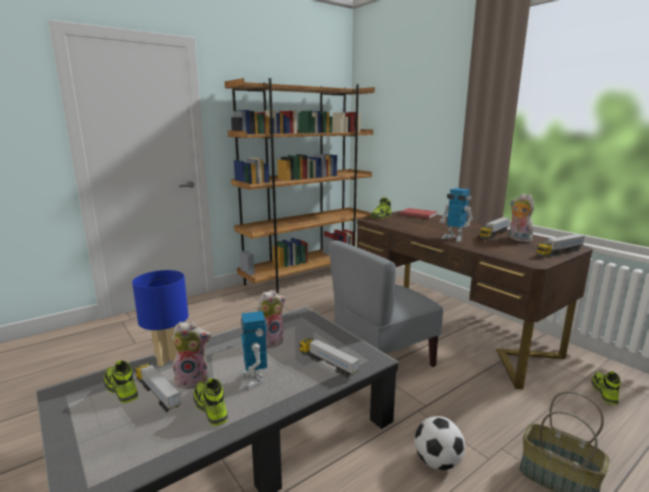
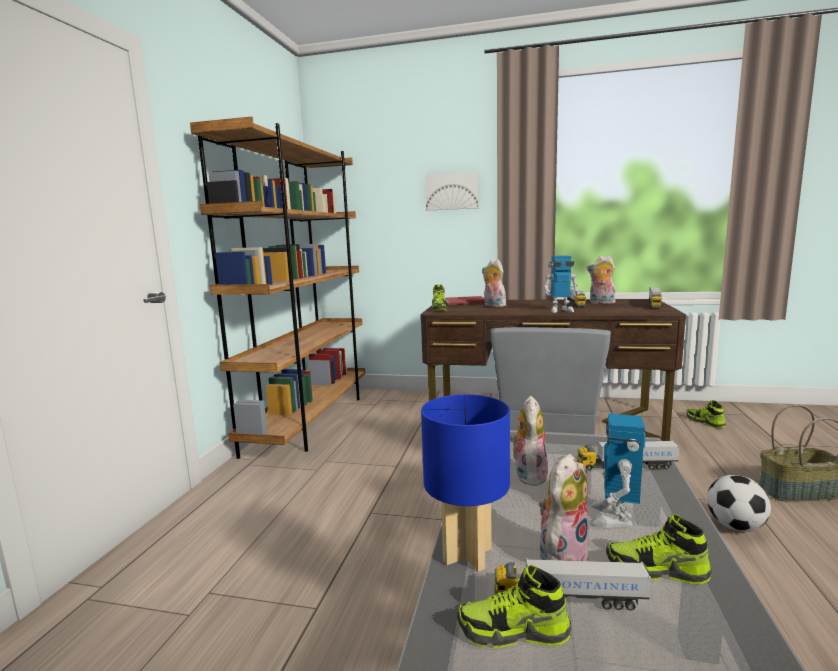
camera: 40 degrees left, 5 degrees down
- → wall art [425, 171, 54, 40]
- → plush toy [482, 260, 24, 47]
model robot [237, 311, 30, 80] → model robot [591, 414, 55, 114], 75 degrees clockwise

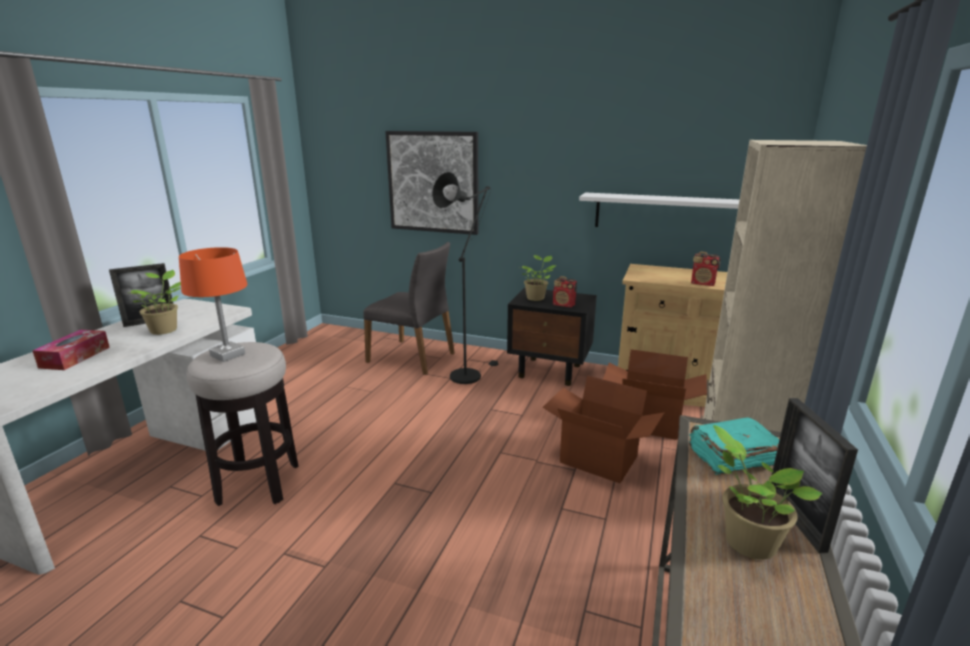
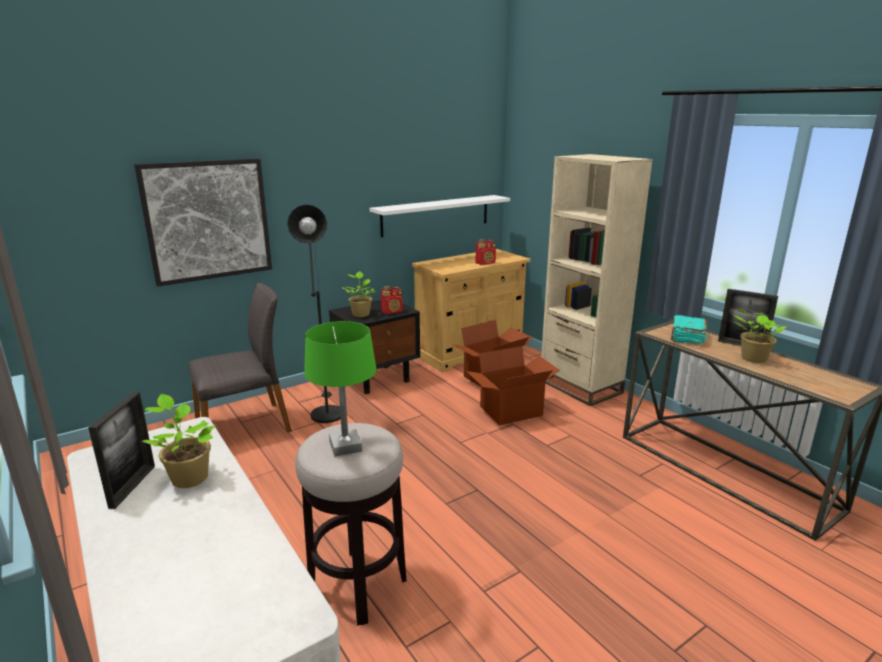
camera: 55 degrees left, 0 degrees up
orangey lamp for a table [179, 247, 69, 115] → greenish lamp for a table [304, 321, 72, 135]
tissue box [32, 330, 78, 40] → -

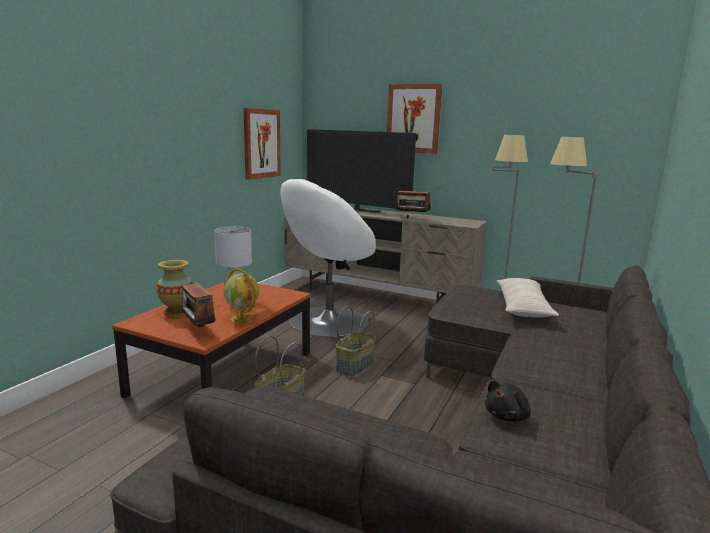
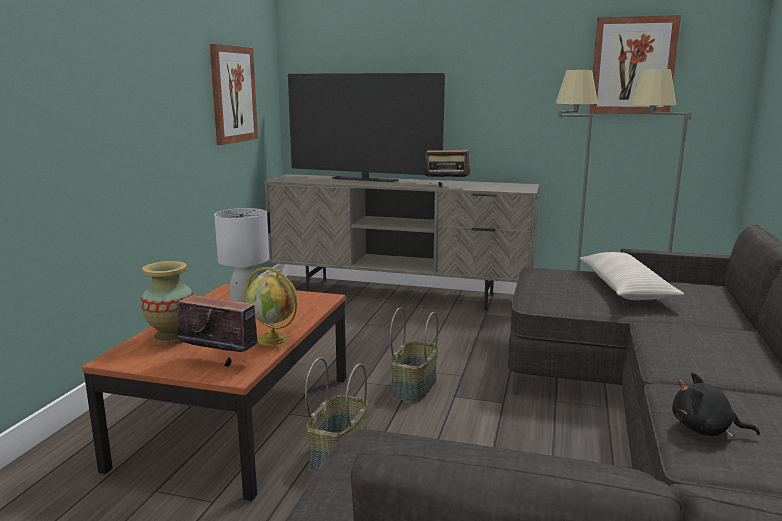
camera: 10 degrees left, 0 degrees up
radio receiver [182, 275, 34, 52] → radio receiver [176, 283, 82, 84], 150 degrees clockwise
wall art [387, 84, 55, 70] → wall art [590, 15, 91, 100], moved
blackish plush toy [485, 380, 46, 42] → blackish plush toy [672, 372, 88, 66], 75 degrees clockwise
white armchair [280, 179, 96, 158] → -

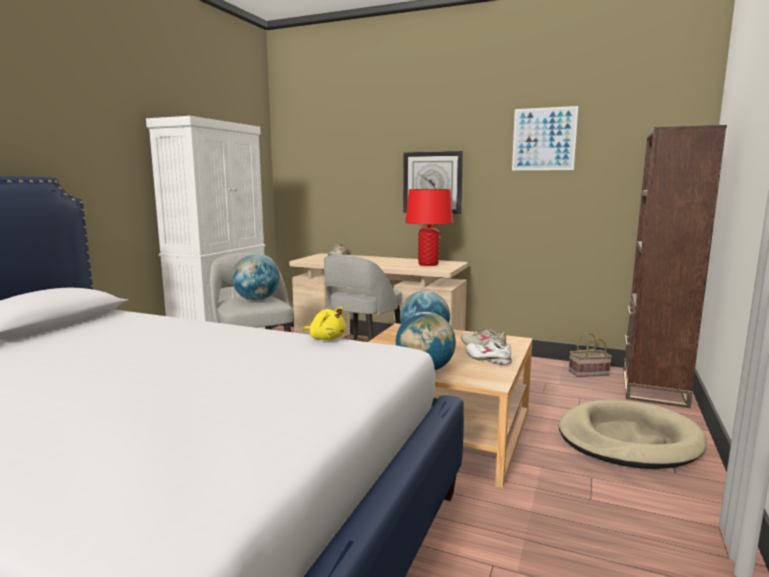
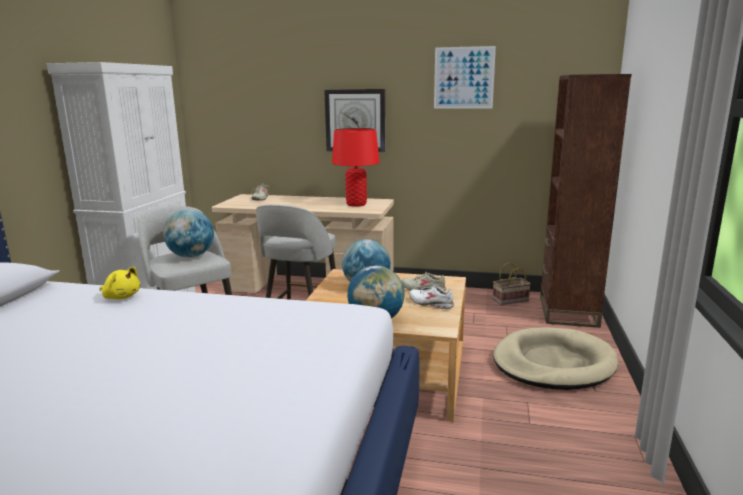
camera: 10 degrees left, 5 degrees up
yellowish plush toy [303, 307, 43, 33] → yellowish plush toy [99, 267, 41, 32], moved

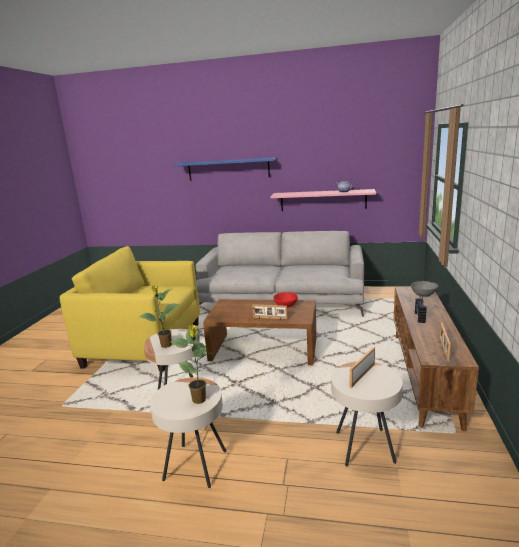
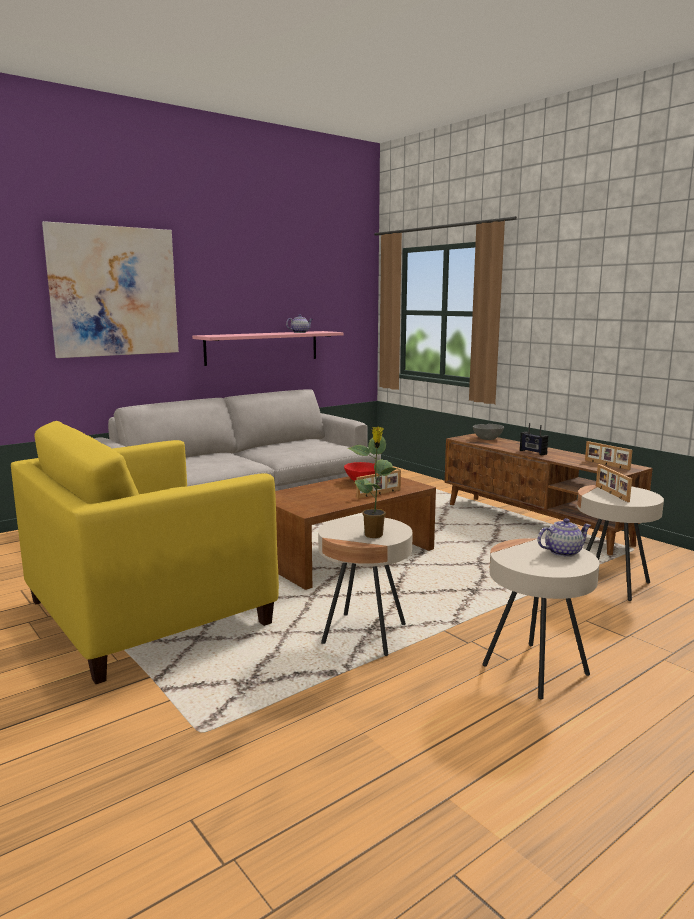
camera: 50 degrees left, 5 degrees down
bluish wall shelf [174, 157, 102, 24] → wall art [42, 221, 137, 137]
houseplant [170, 325, 44, 79] → teapot [538, 518, 54, 39]

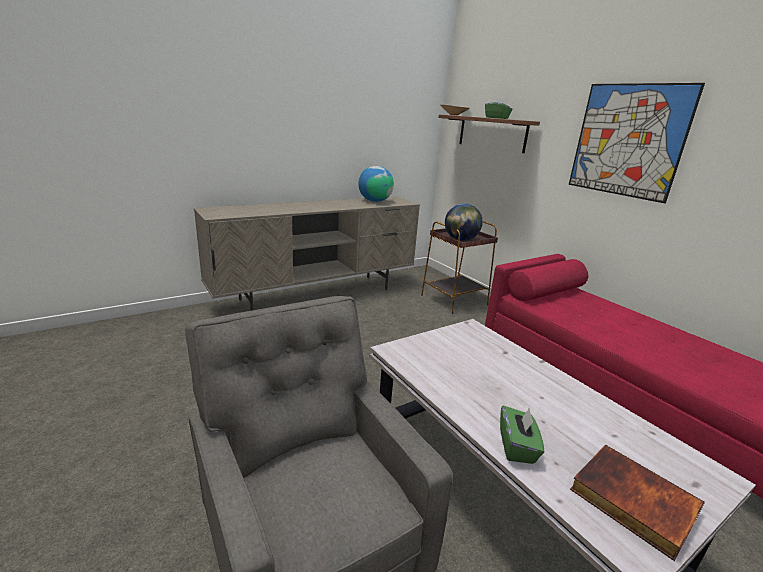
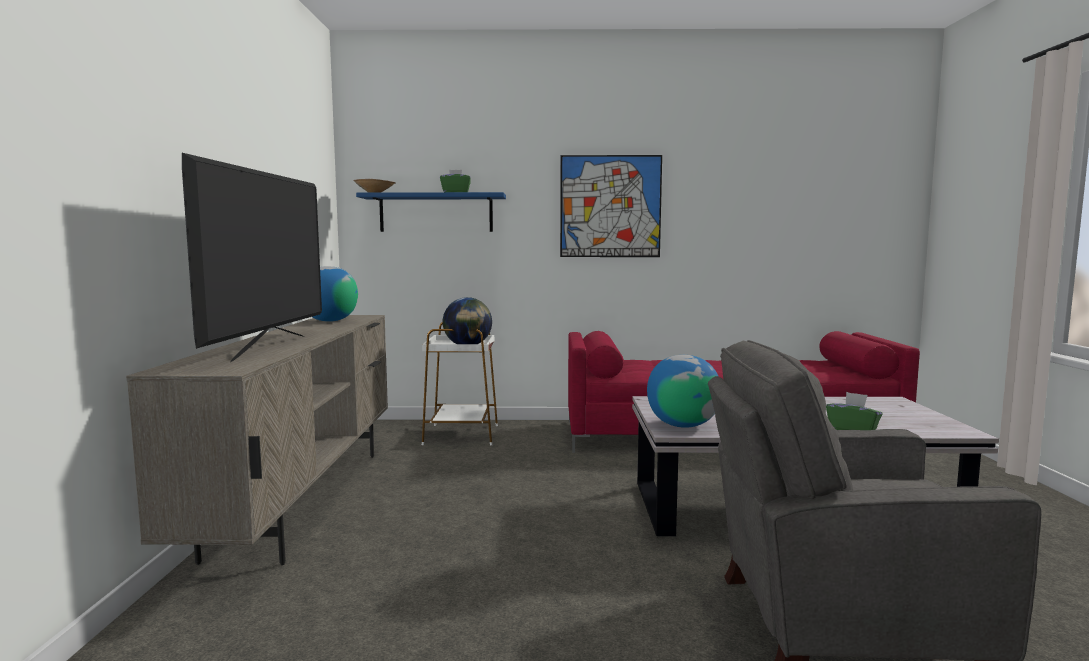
camera: 55 degrees left, 15 degrees down
- → television [182, 153, 140, 209]
brown wall shelf [438, 115, 102, 38] → bluish wall shelf [356, 192, 150, 40]
brown end table [421, 221, 77, 93] → white end table [422, 322, 76, 123]
- → globe [647, 355, 71, 73]
bound book [570, 445, 135, 116] → -

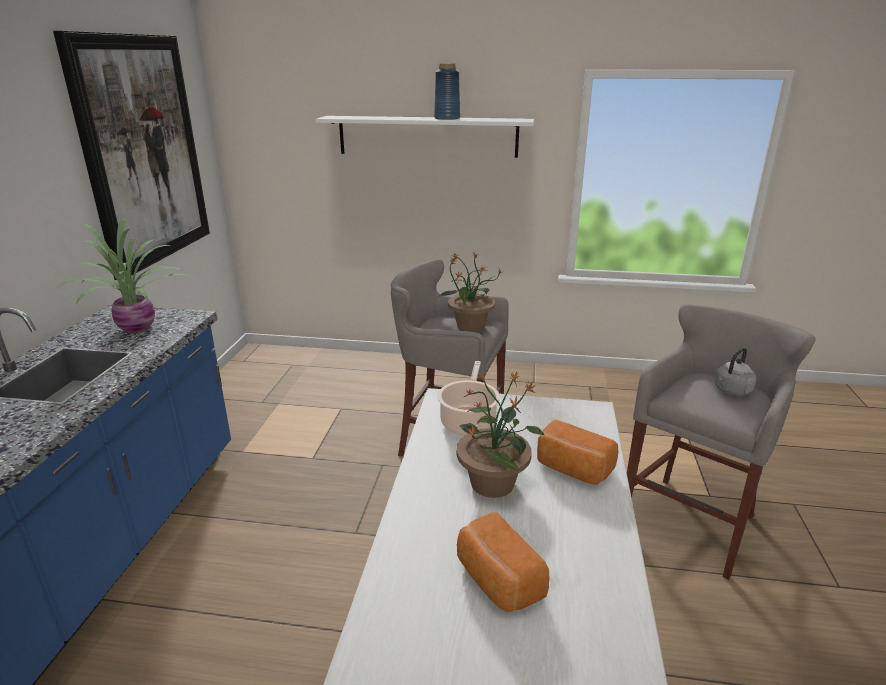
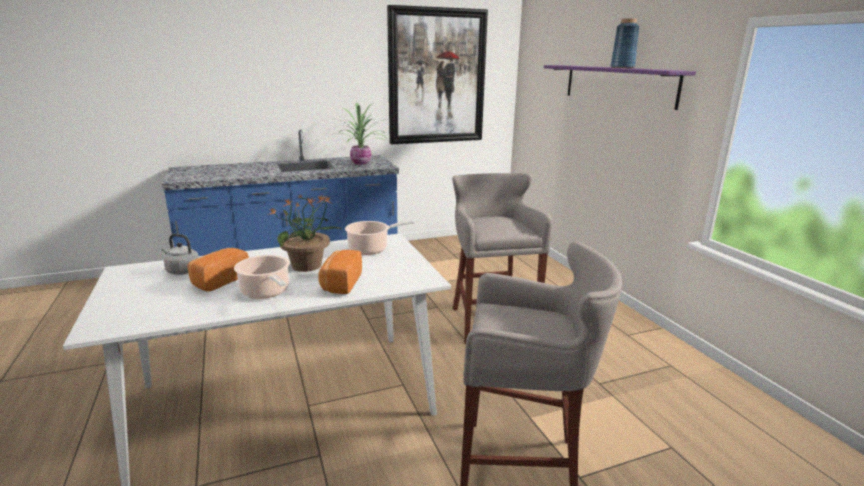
camera: 60 degrees right, 5 degrees down
grey tea kettle [715, 348, 41, 48] → grey tea kettle [162, 234, 37, 41], moved
- → stockpot [234, 255, 56, 44]
white wall shelf [315, 116, 219, 42] → purple-coloured wall shelf [544, 65, 152, 45]
houseplant [438, 253, 64, 79] → -

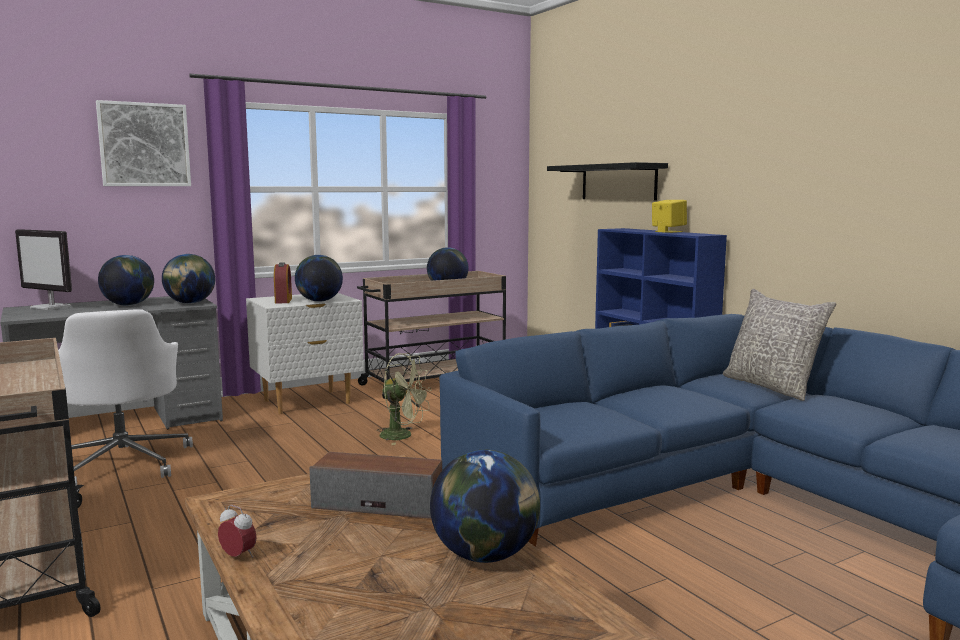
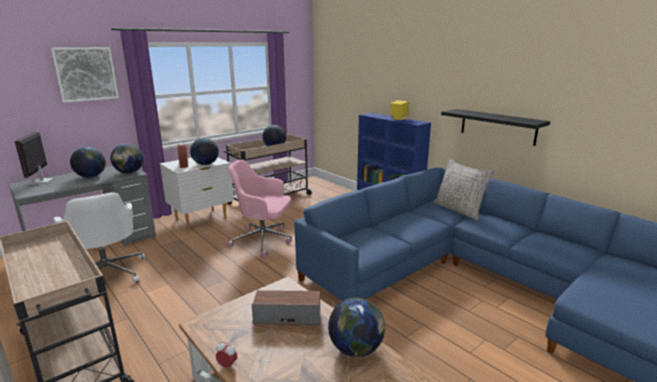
camera: 10 degrees left, 10 degrees up
monitor [15, 229, 57, 81] → monitor [15, 131, 39, 54], 60 degrees clockwise
greenish fan [377, 353, 55, 92] → pink computer chair [227, 160, 65, 98]
blackish wall shelf [547, 162, 121, 39] → blackish wall shelf [441, 109, 109, 37], moved

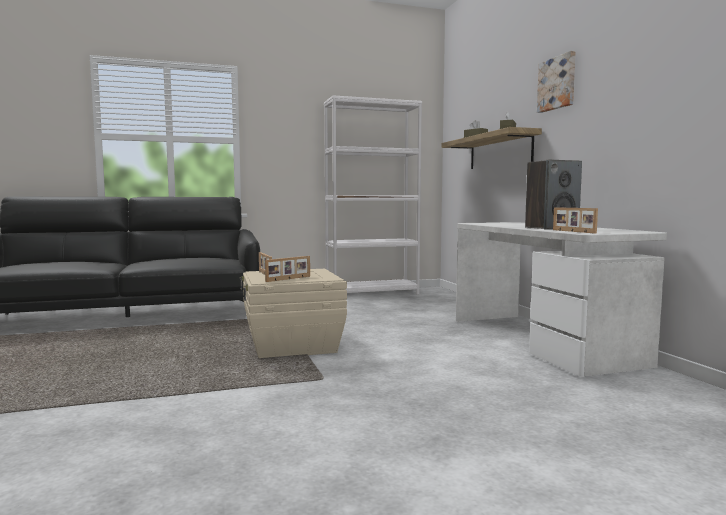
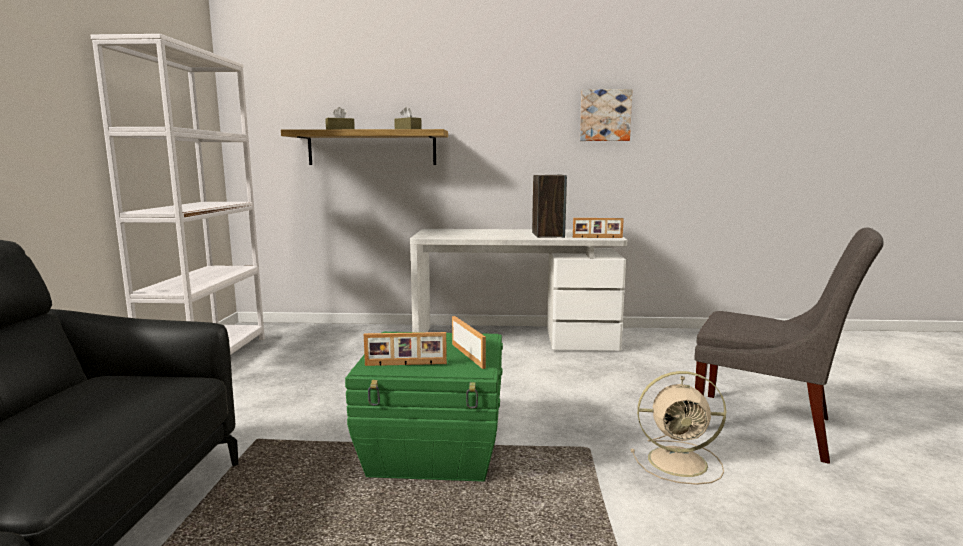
camera: 70 degrees left, 5 degrees up
beige-coloured storage bin [240, 269, 107, 89] → greenish storage bin [345, 332, 158, 150]
wall art [537, 51, 39, 62] → wall art [580, 89, 53, 52], moved
- → beige-coloured fan [631, 371, 95, 114]
- → grey upright chair [694, 227, 190, 237]

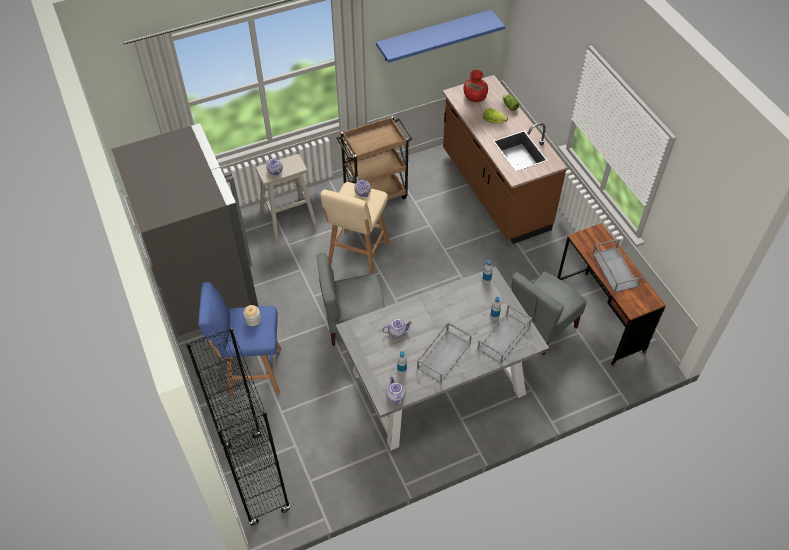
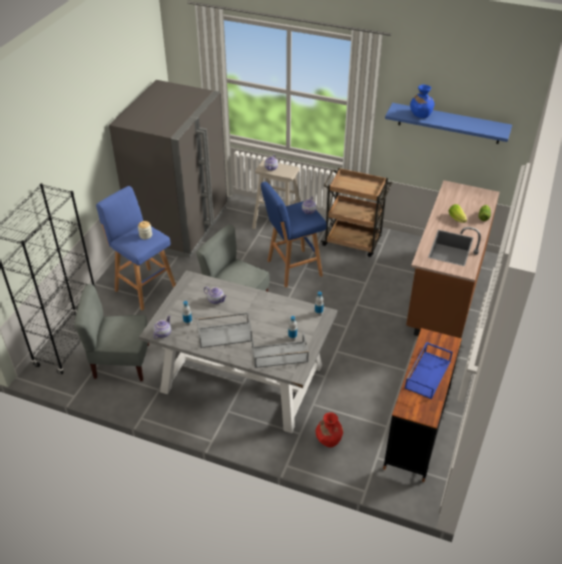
camera: 45 degrees right, 10 degrees down
grey upright chair [511, 271, 75, 84] → grey upright chair [74, 284, 75, 97], moved
beige-coloured sitting stool [320, 182, 70, 92] → bluish sitting stool [261, 182, 66, 106]
red-coloured decorative vase [464, 70, 24, 32] → red-coloured decorative vase [316, 412, 27, 35], moved
grey serving tray [593, 239, 49, 54] → bluish serving tray [405, 342, 48, 57]
- → bluish decorative vase [410, 85, 25, 33]

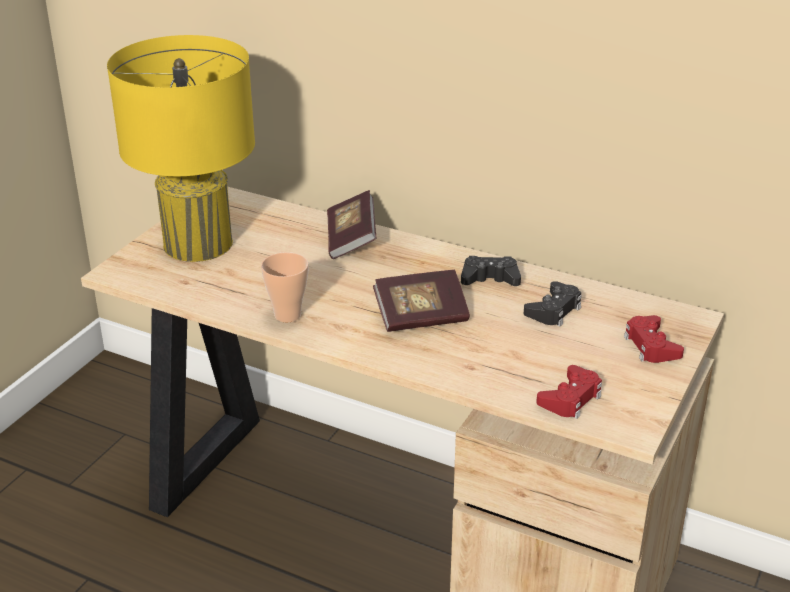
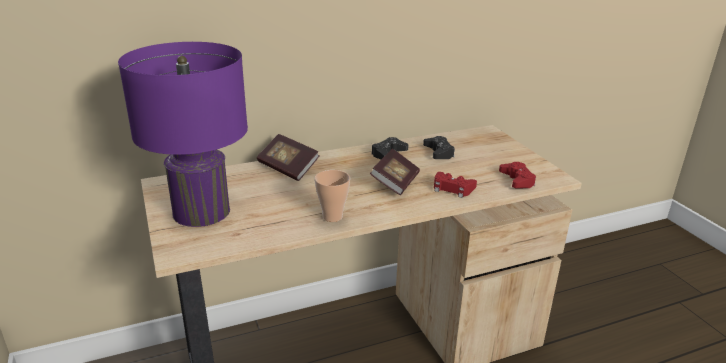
camera: 50 degrees left, 5 degrees down
yellowish lamp for a table [107, 35, 148, 227] → purple-coloured lamp for a table [118, 42, 130, 185]
red-coloured joypad [624, 315, 60, 48] → red-coloured joypad [434, 172, 43, 26], moved

